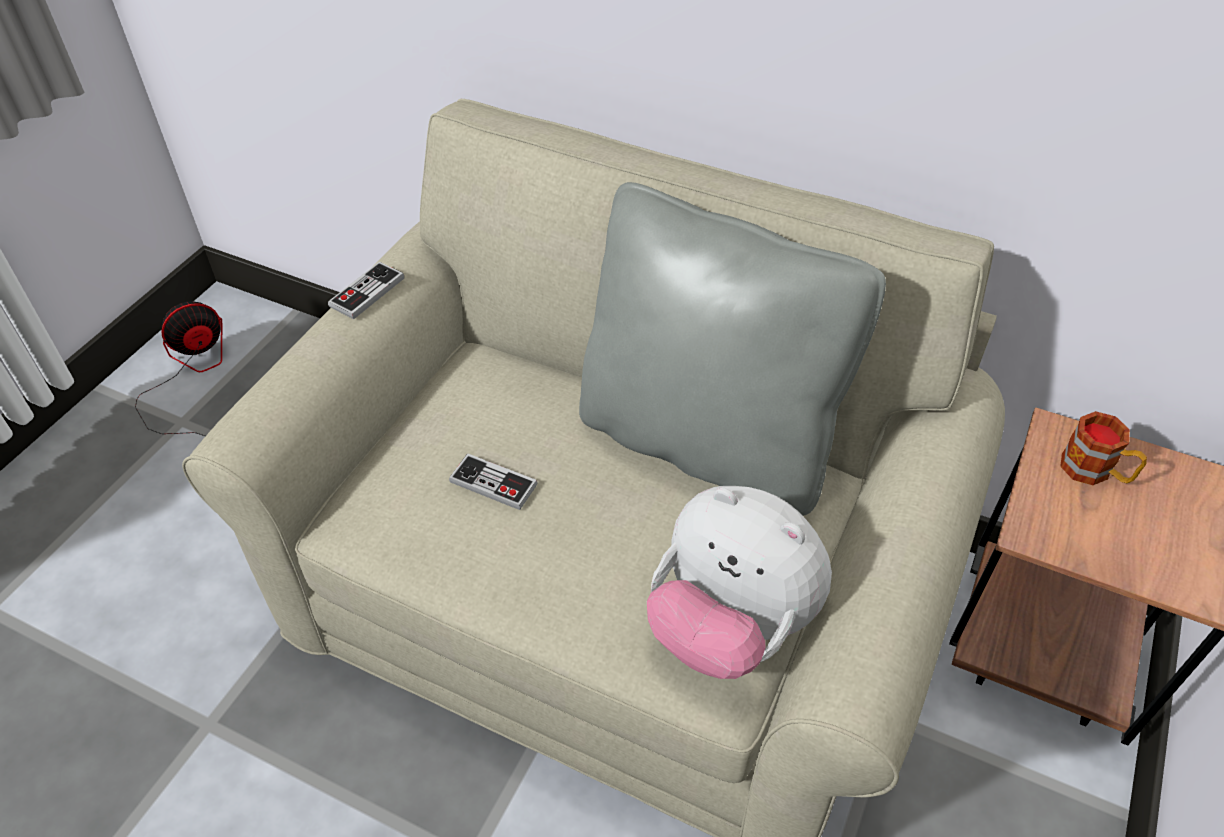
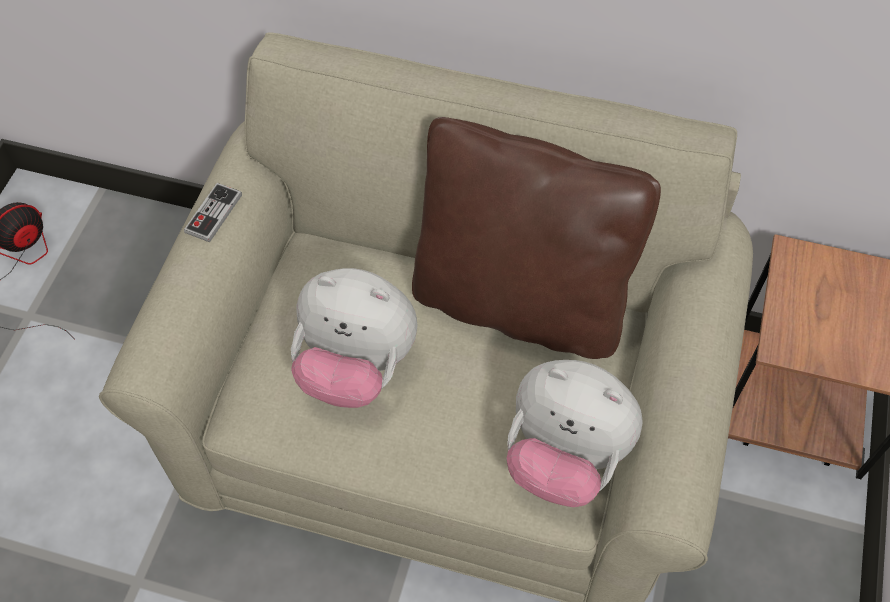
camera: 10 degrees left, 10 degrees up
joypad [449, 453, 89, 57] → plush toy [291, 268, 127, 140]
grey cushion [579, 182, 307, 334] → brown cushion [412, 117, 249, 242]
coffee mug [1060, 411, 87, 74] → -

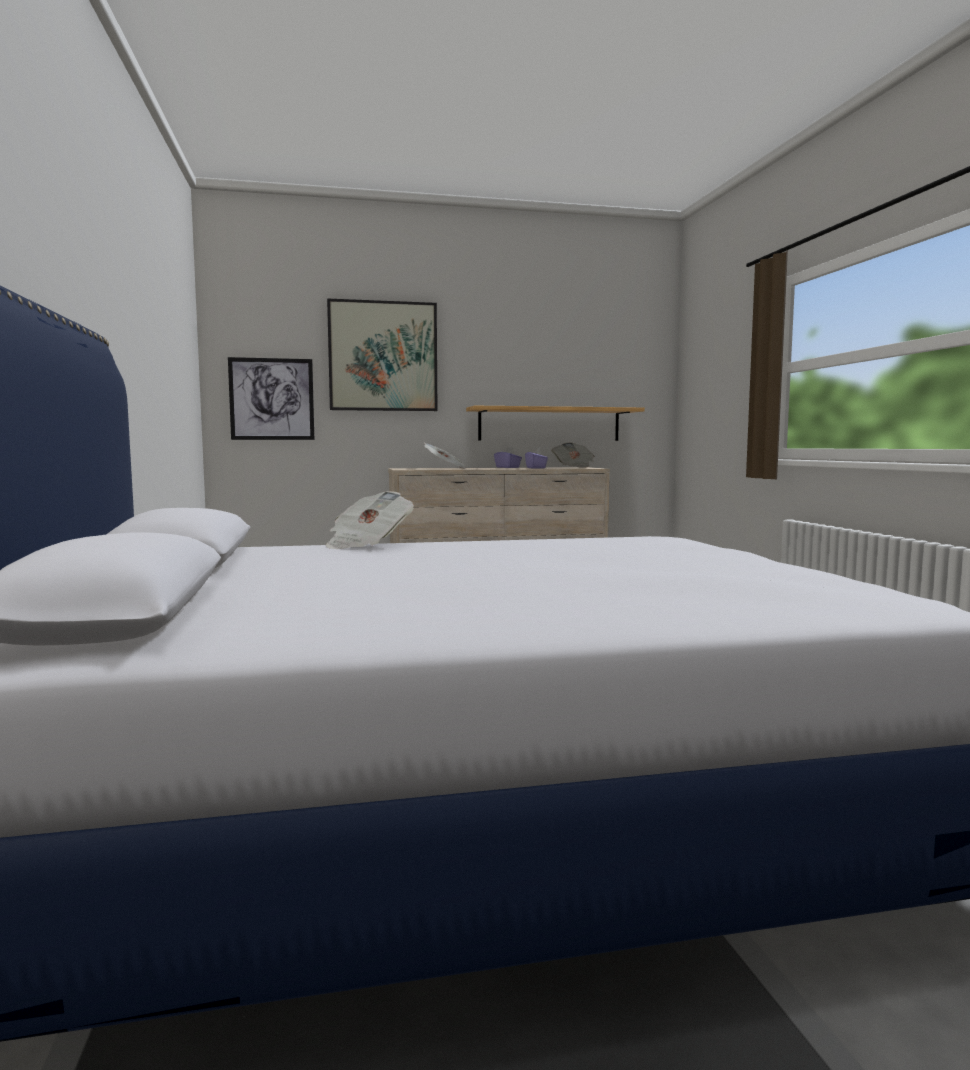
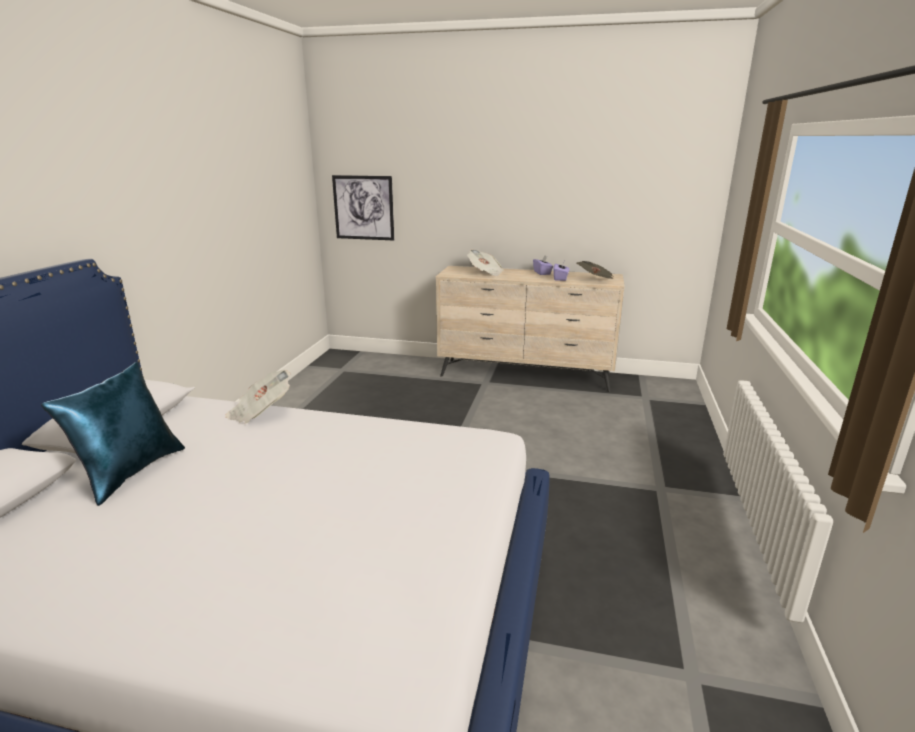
camera: 25 degrees right, 15 degrees up
- → bluish cushion [41, 362, 144, 144]
wall art [327, 298, 111, 113] → -
wall shelf [466, 406, 179, 35] → -

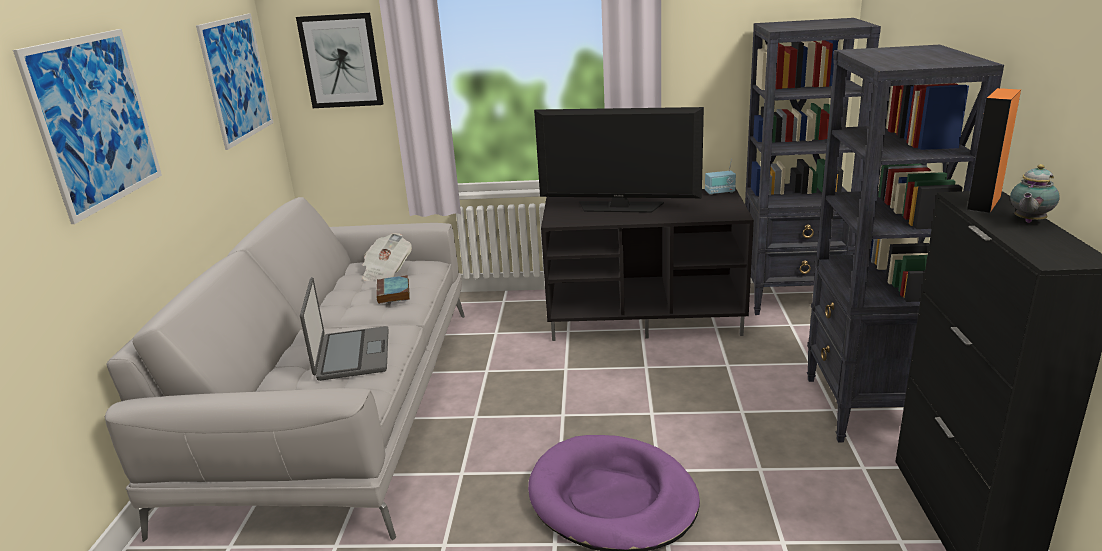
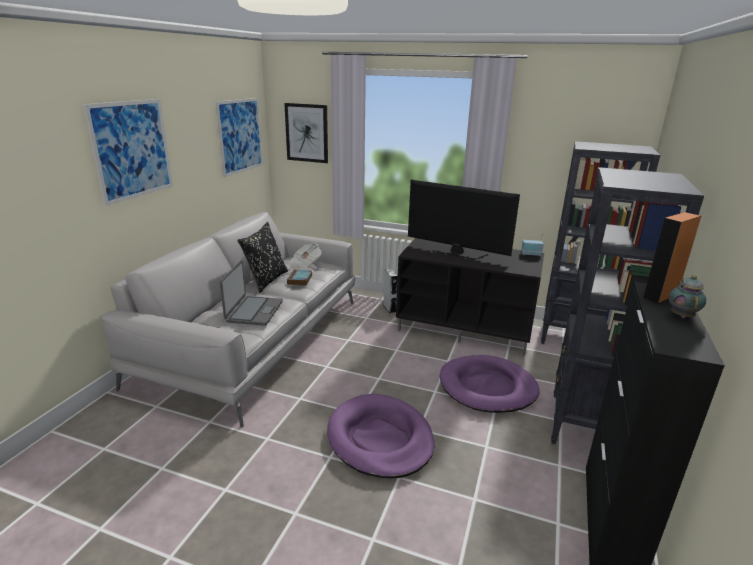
camera: 15 degrees right, 0 degrees up
- → blackish cushion [237, 222, 51, 71]
- → grey speaker [383, 269, 15, 44]
- → purple-coloured pet bed [440, 355, 100, 58]
teapot [1010, 164, 50, 59] → teapot [669, 275, 37, 43], 135 degrees clockwise

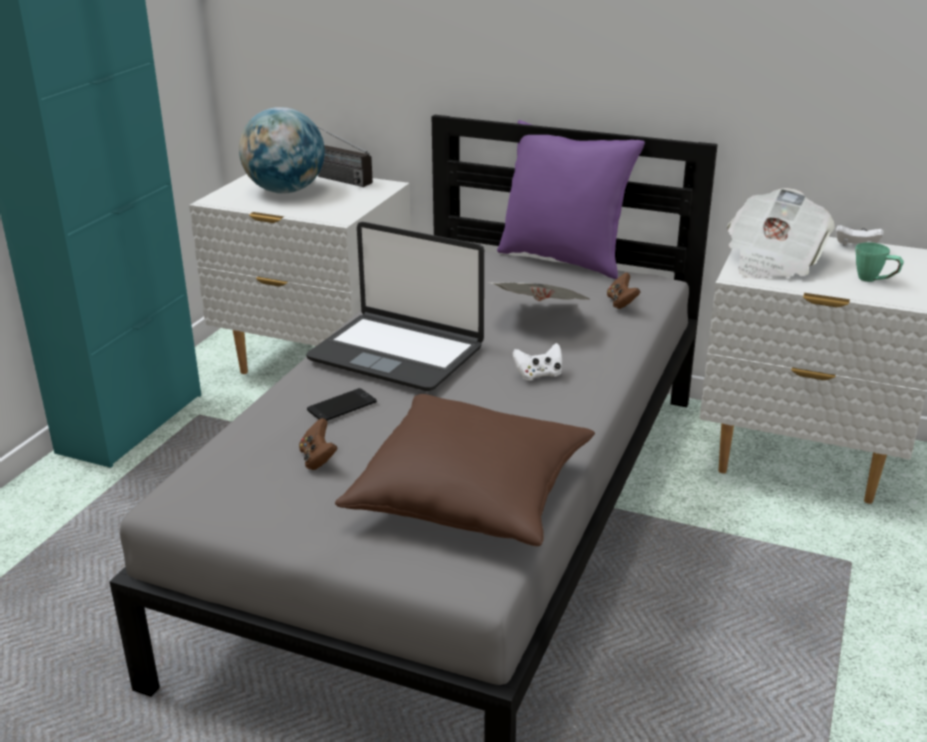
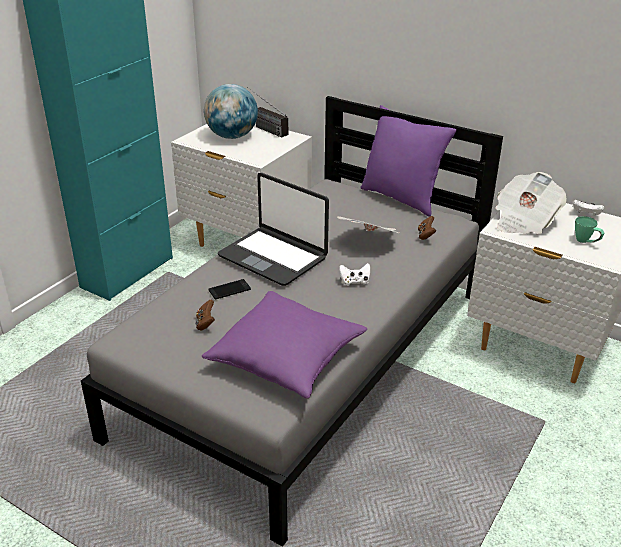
camera: 10 degrees right, 5 degrees up
brown cushion [335, 394, 260, 152] → purple-coloured cushion [202, 291, 165, 108]

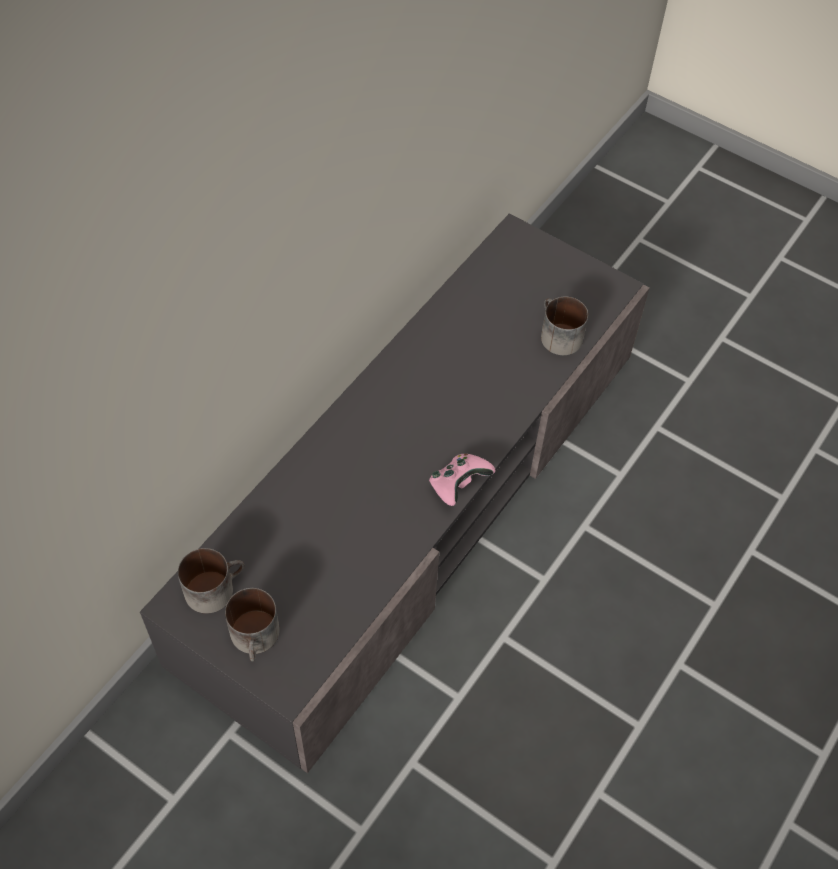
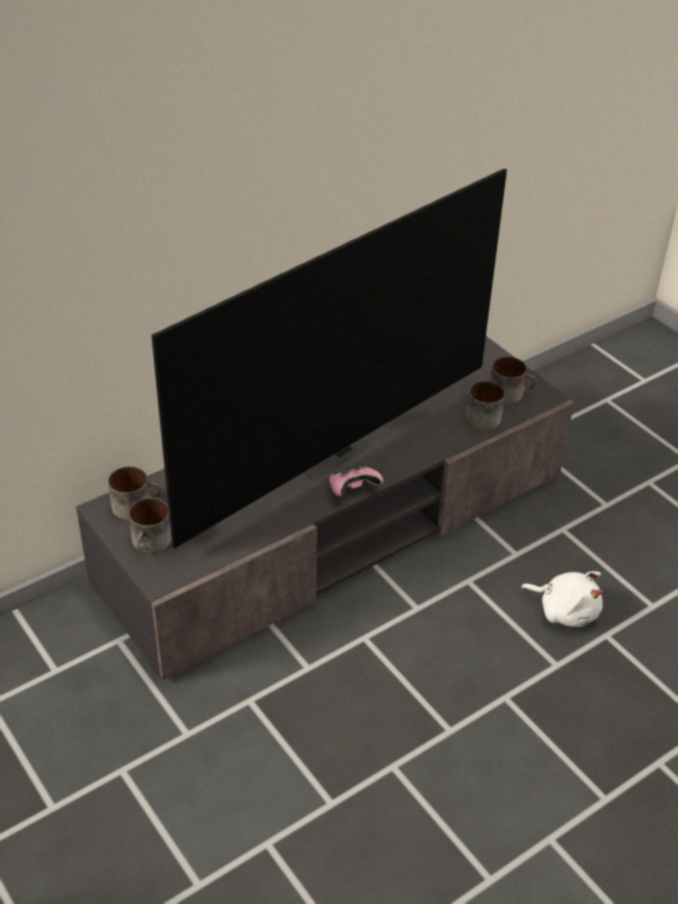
camera: 20 degrees right, 15 degrees down
- → television [151, 168, 356, 380]
- → coffee mug [490, 356, 47, 48]
- → white plush toy [521, 571, 82, 56]

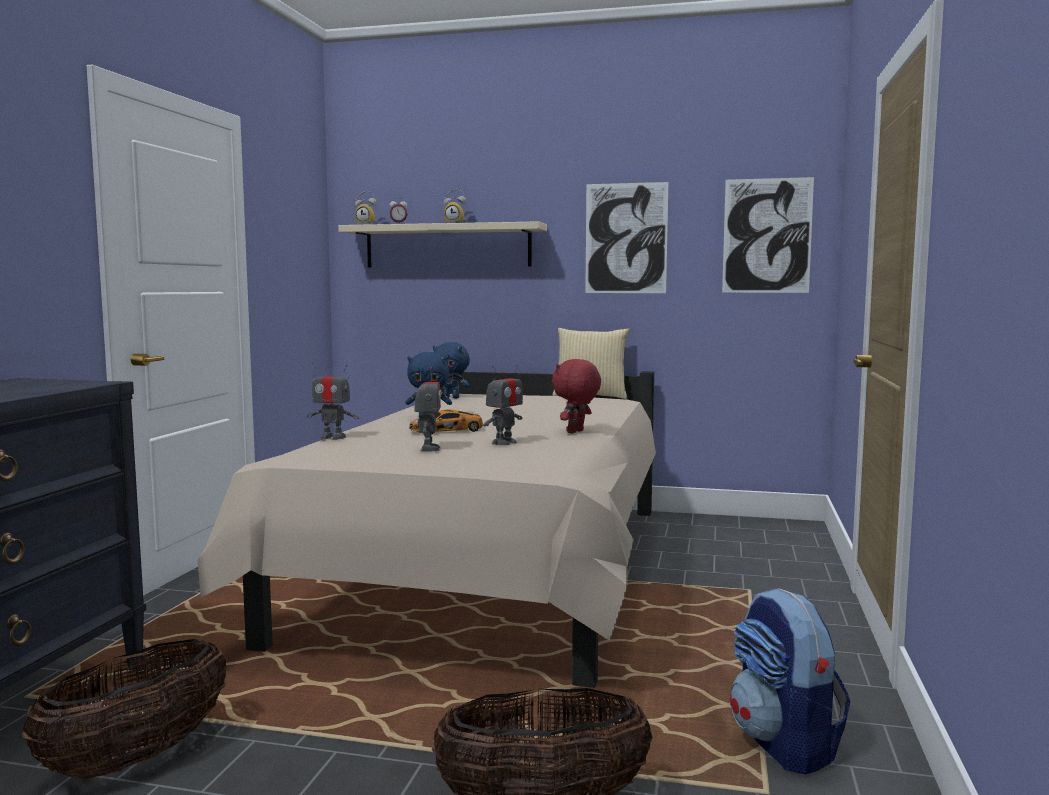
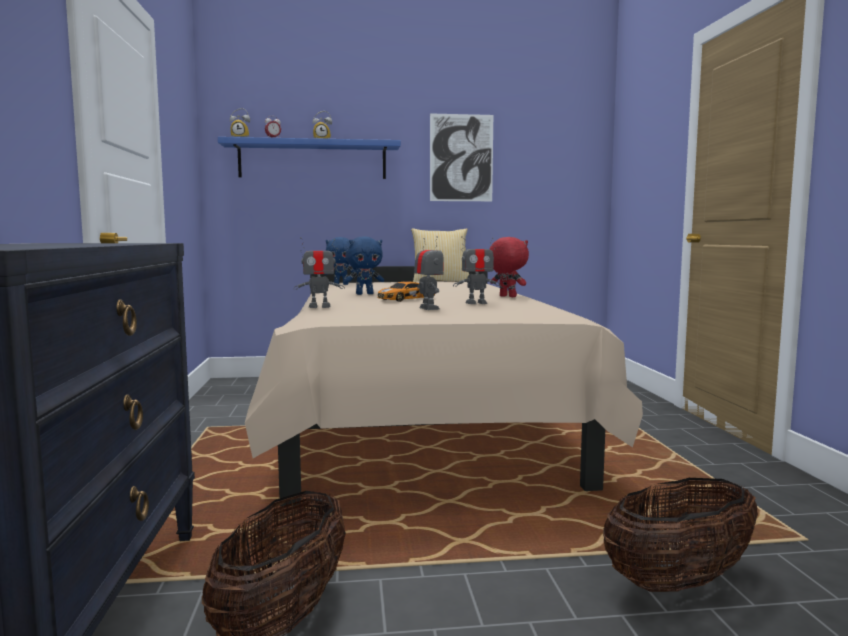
camera: 20 degrees left, 0 degrees up
beige-coloured wall shelf [338, 221, 209, 46] → bluish wall shelf [218, 137, 183, 42]
model robot [483, 365, 40, 80] → model robot [453, 236, 47, 68], 60 degrees clockwise
red-coloured plush toy [552, 359, 49, 75] → red-coloured plush toy [489, 237, 40, 60], 120 degrees clockwise
wall art [722, 177, 92, 116] → -
knapsack [730, 588, 121, 187] → -

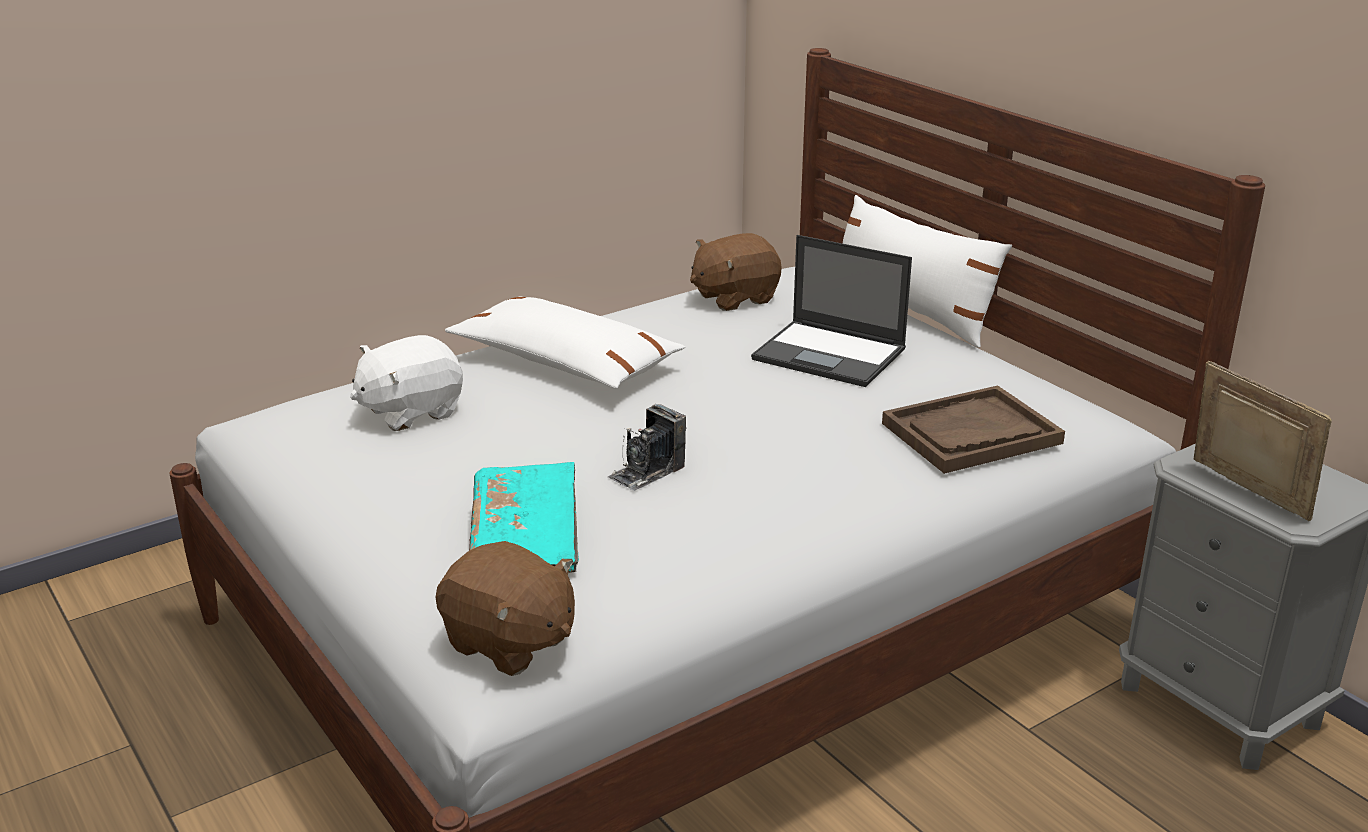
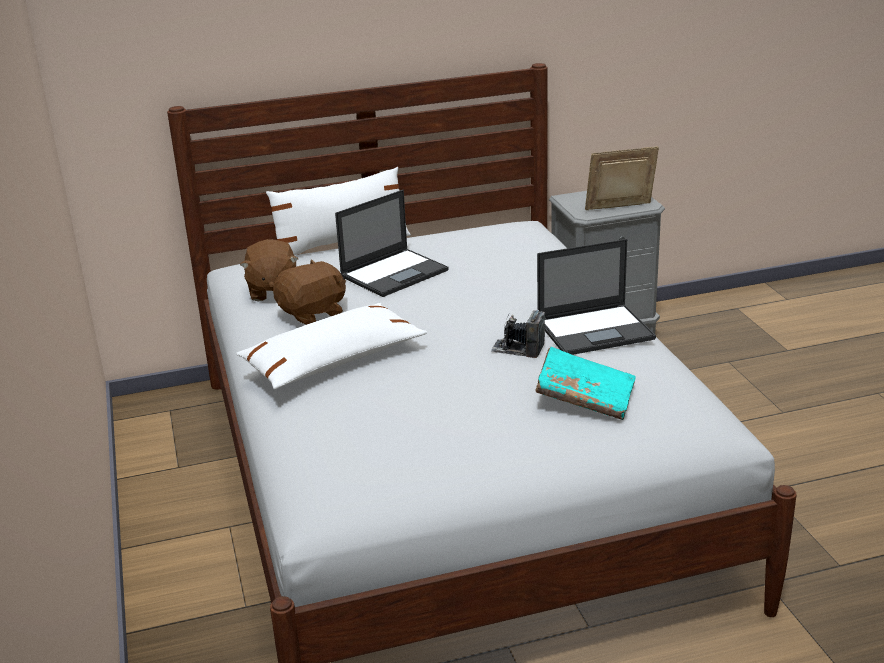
camera: 70 degrees left, 0 degrees up
brown plush toy [435, 541, 140, 135] → brown plush toy [273, 259, 73, 66], moved
still camera [607, 404, 80, 87] → still camera [491, 310, 54, 48], 135 degrees clockwise
- → laptop [537, 239, 119, 116]
white plush toy [350, 335, 113, 96] → -
brown serving tray [882, 386, 183, 88] → -

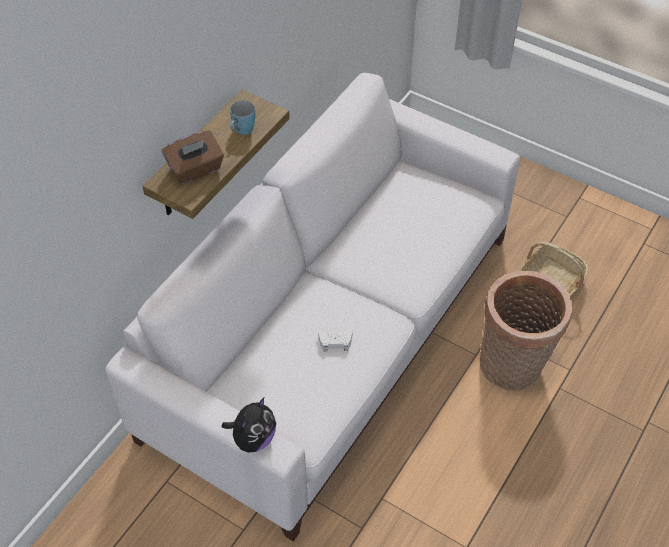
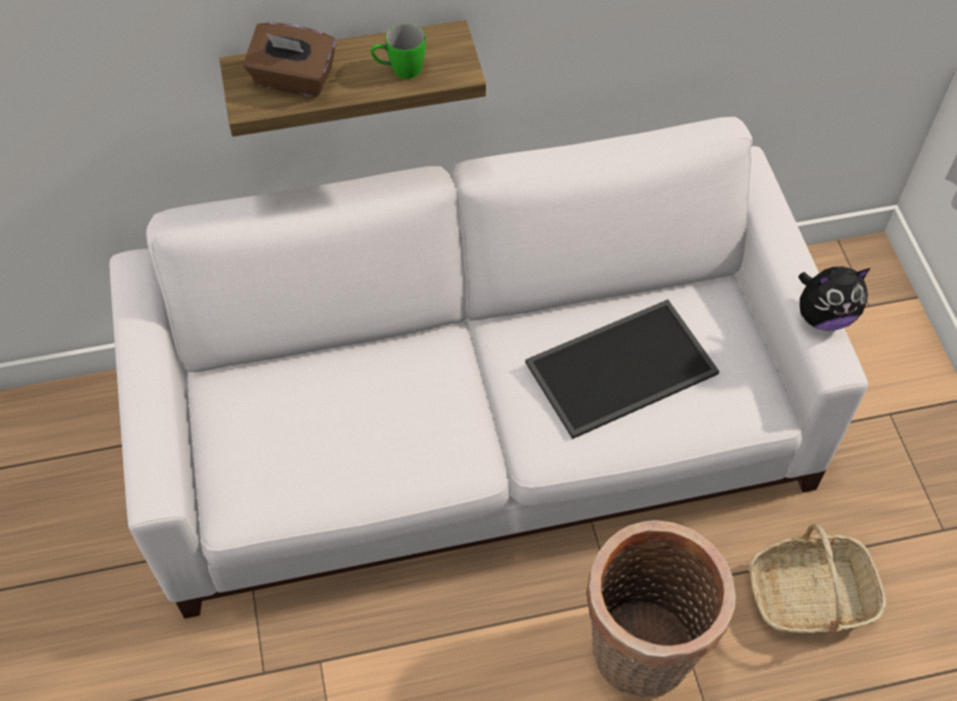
camera: 45 degrees right, 5 degrees up
bluish coffee mug [230, 100, 25, 35] → greenish coffee mug [371, 23, 55, 56]
- → serving tray [525, 299, 194, 140]
plush toy [222, 397, 54, 56] → plush toy [798, 267, 73, 64], moved
white joypad [318, 329, 35, 23] → -

